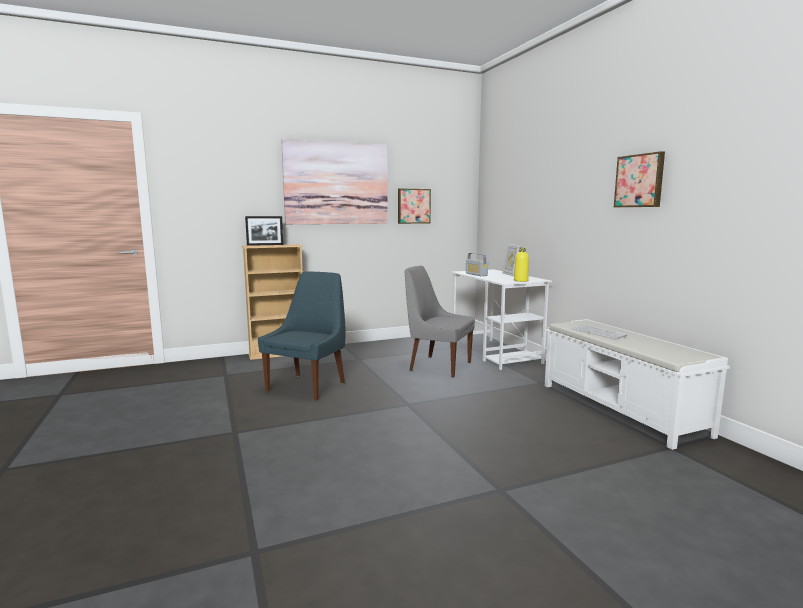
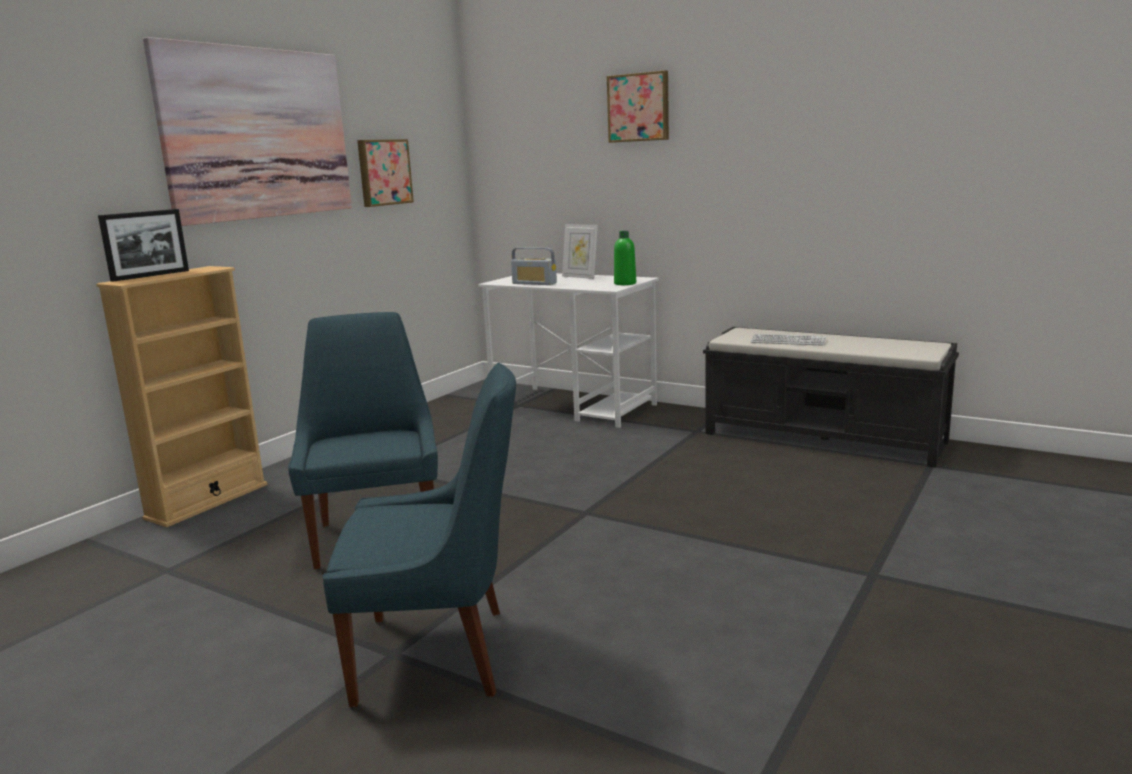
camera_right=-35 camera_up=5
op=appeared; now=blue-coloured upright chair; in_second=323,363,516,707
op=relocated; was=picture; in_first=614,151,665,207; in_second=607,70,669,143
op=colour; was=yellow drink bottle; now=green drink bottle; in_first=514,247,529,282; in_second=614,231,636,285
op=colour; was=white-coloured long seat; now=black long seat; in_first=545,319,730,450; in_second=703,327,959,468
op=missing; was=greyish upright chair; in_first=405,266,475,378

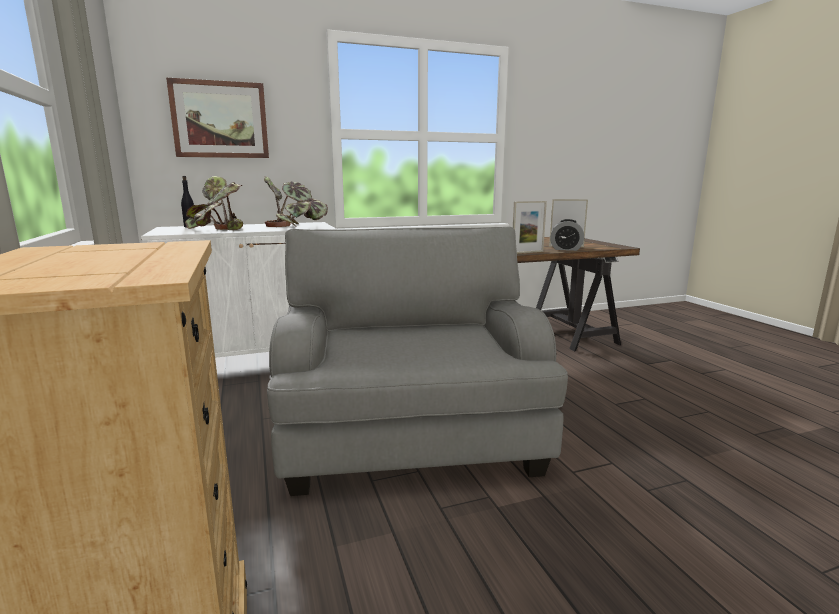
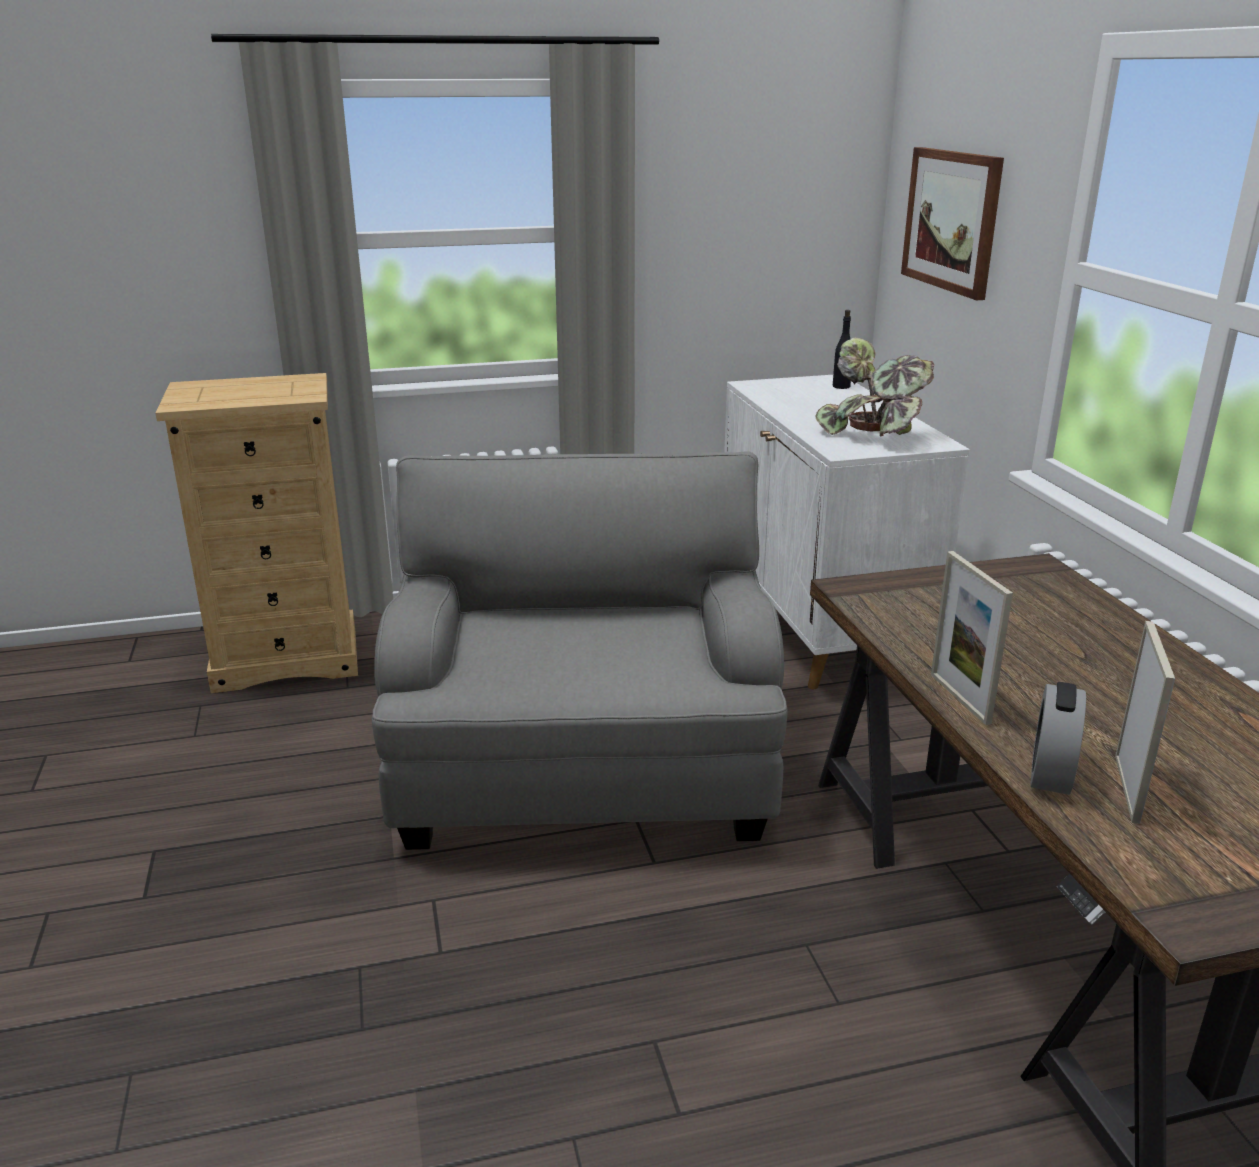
camera_right=95 camera_up=10
op=spun; was=greyish lounge chair; in_first=267,227,568,496; in_second=372,451,788,850; clockwise=-90
op=missing; was=houseplant; in_first=185,176,243,230

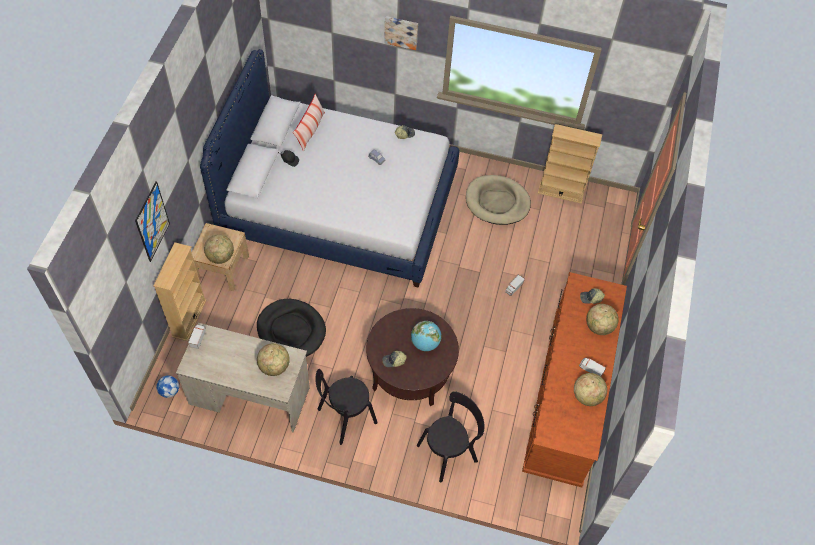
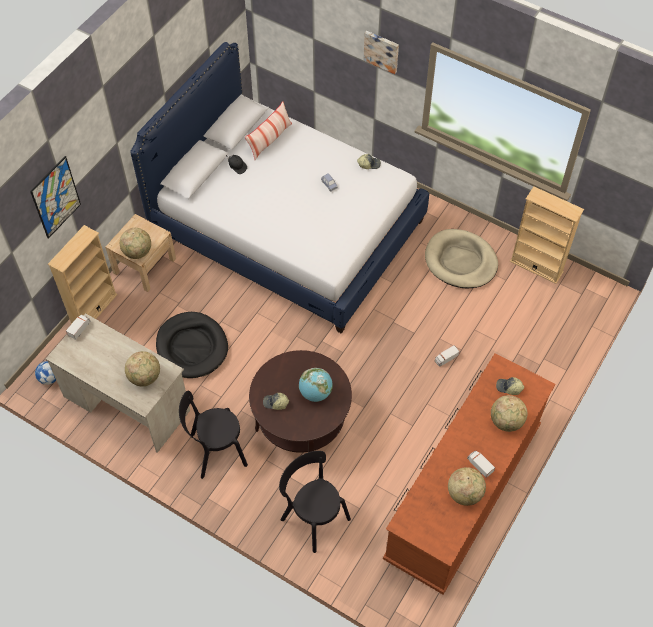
camera_right=20 camera_up=0
op=spun; was=black upright chair; in_first=417,391,485,483; in_second=279,451,351,553; clockwise=-120

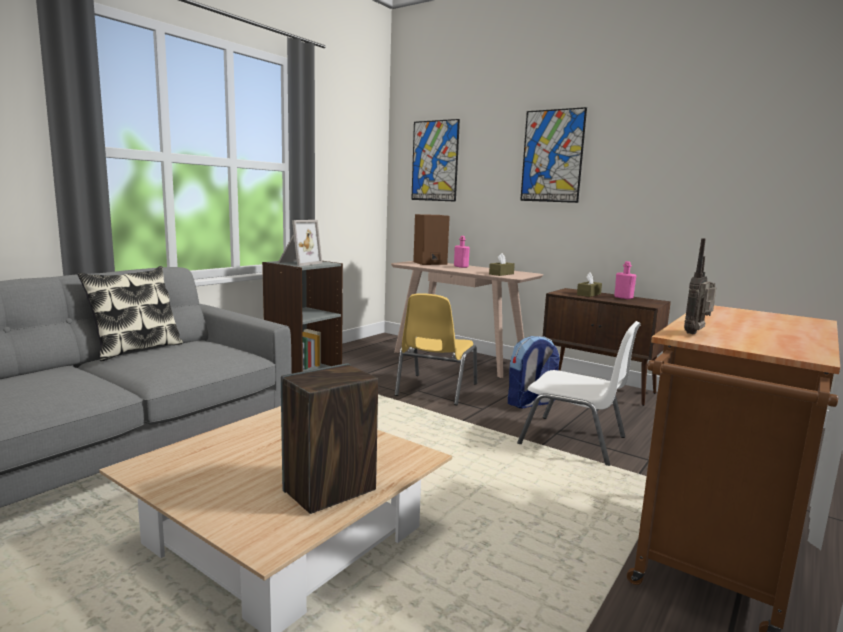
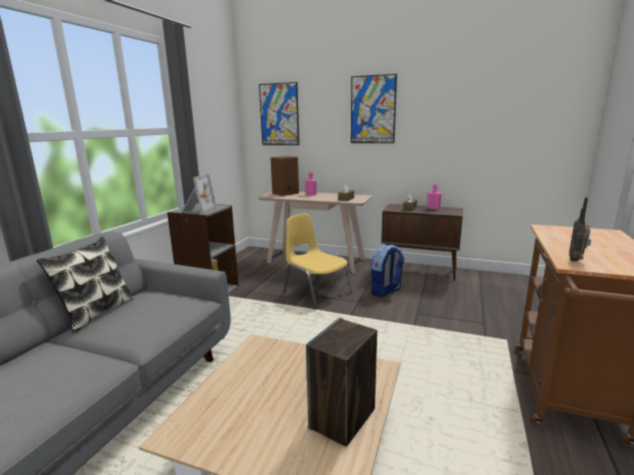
camera_right=-15 camera_up=5
op=spun; was=yellow upright chair; in_first=395,293,477,405; in_second=283,214,353,309; clockwise=135
op=missing; was=white-coloured upright chair; in_first=517,321,641,466

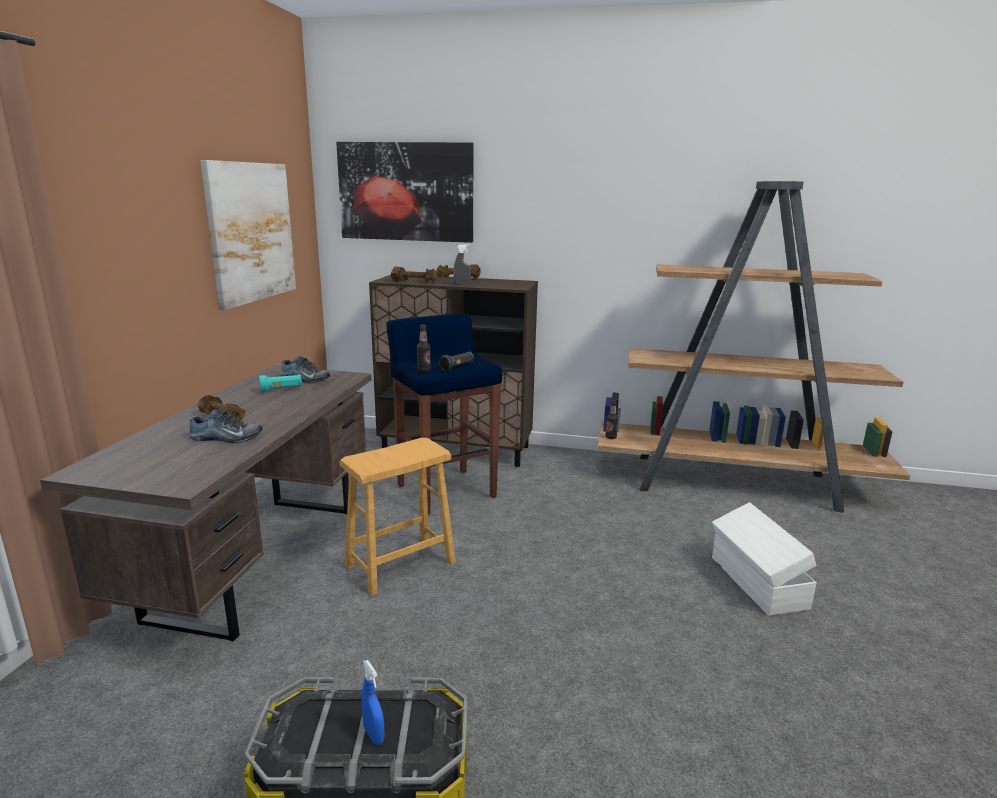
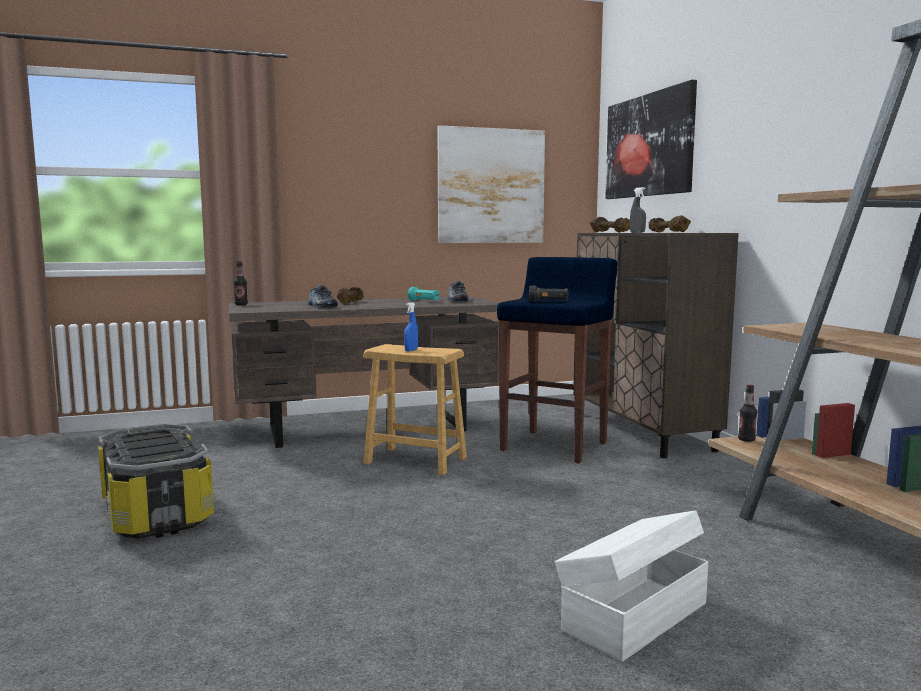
camera_right=60 camera_up=-10
op=relocated; was=drink bottle; in_first=417,325,431,372; in_second=234,261,248,306
op=relocated; was=blue-coloured sprayer; in_first=361,660,385,745; in_second=404,302,418,351

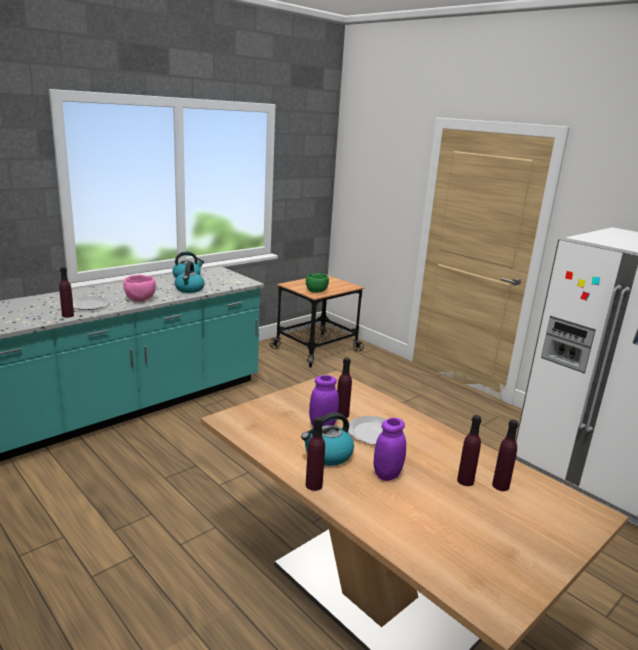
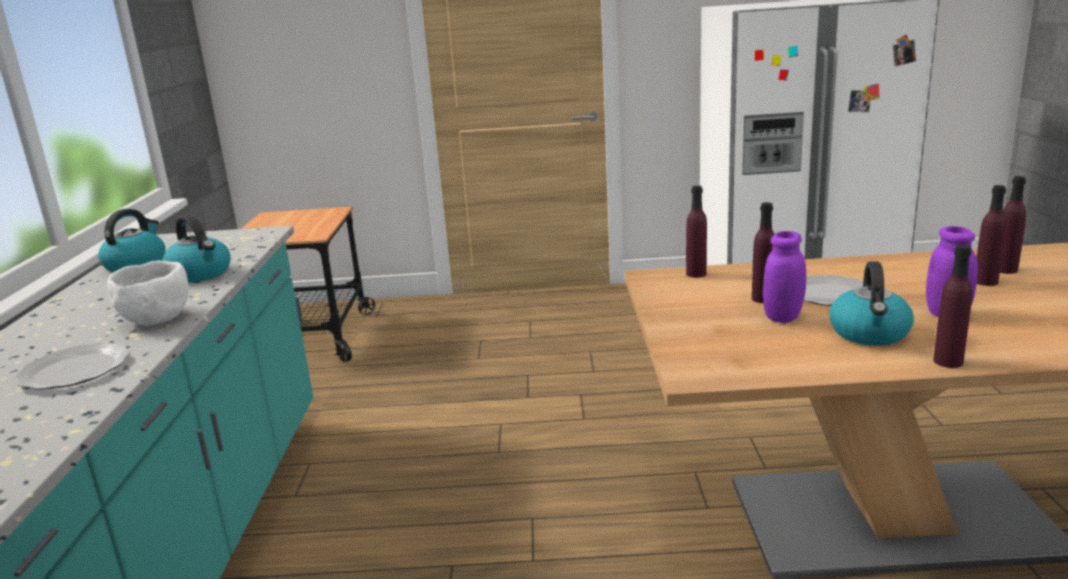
camera_right=-45 camera_up=0
op=colour; was=pink-coloured serving bowl; now=white-coloured serving bowl; in_first=123,275,156,302; in_second=107,260,189,326
op=relocated; was=purple-coloured drink bottle; in_first=59,267,74,318; in_second=686,185,707,278
op=missing; was=green serving bowl; in_first=306,273,329,293

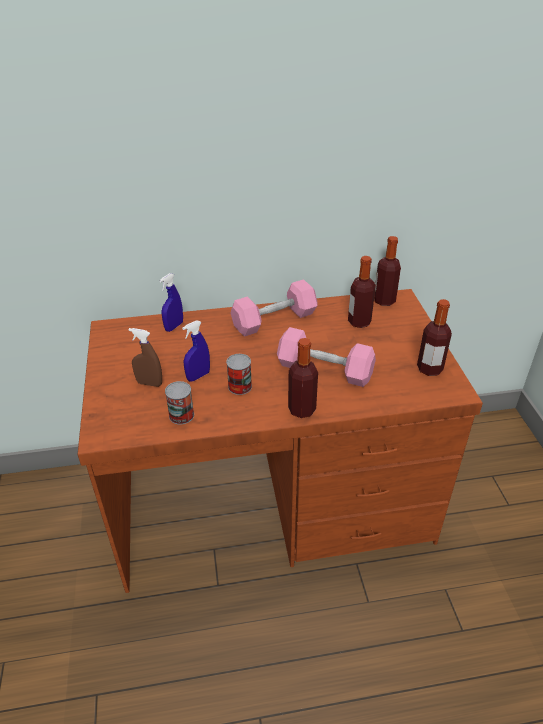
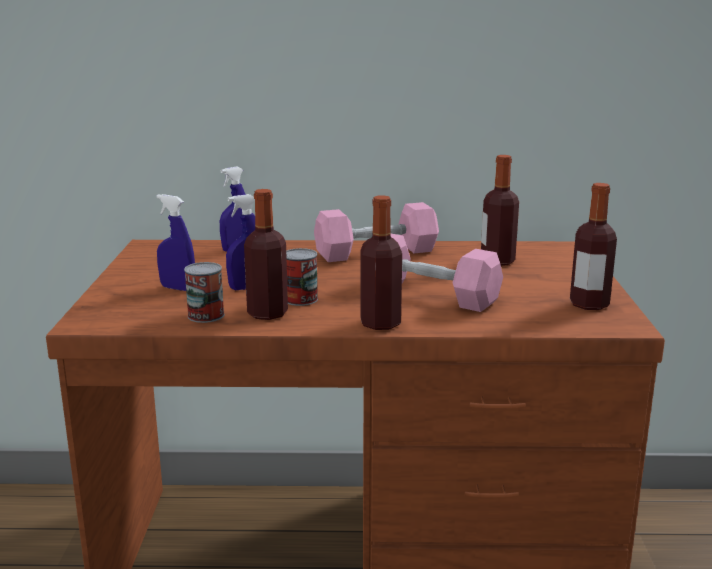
camera_right=10 camera_up=-20
op=colour; was=brownish sprayer; now=blue-coloured sprayer; in_first=129,328,162,387; in_second=156,194,195,291
op=relocated; was=drink bottle; in_first=374,236,401,306; in_second=244,189,288,320

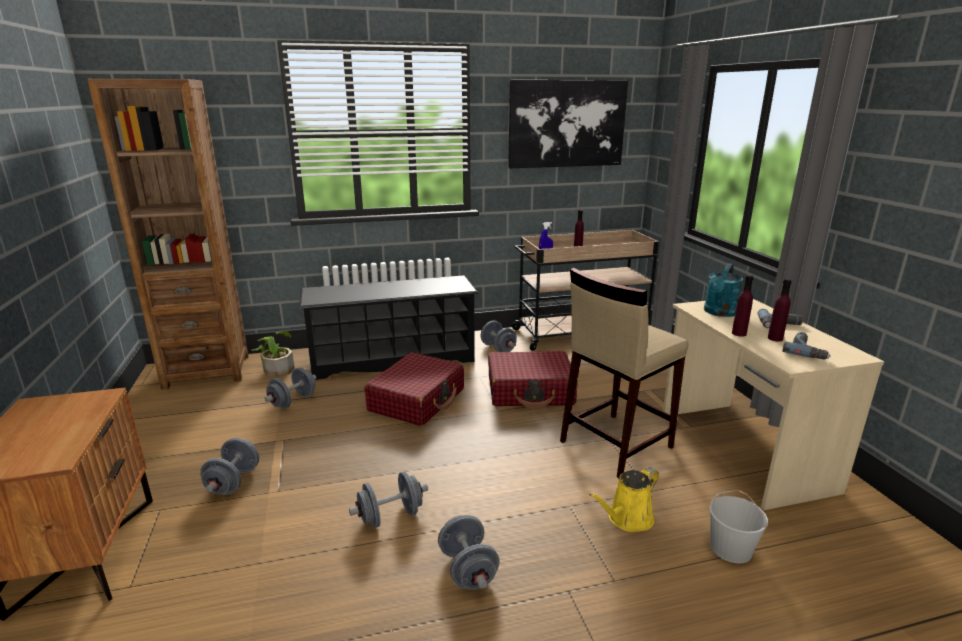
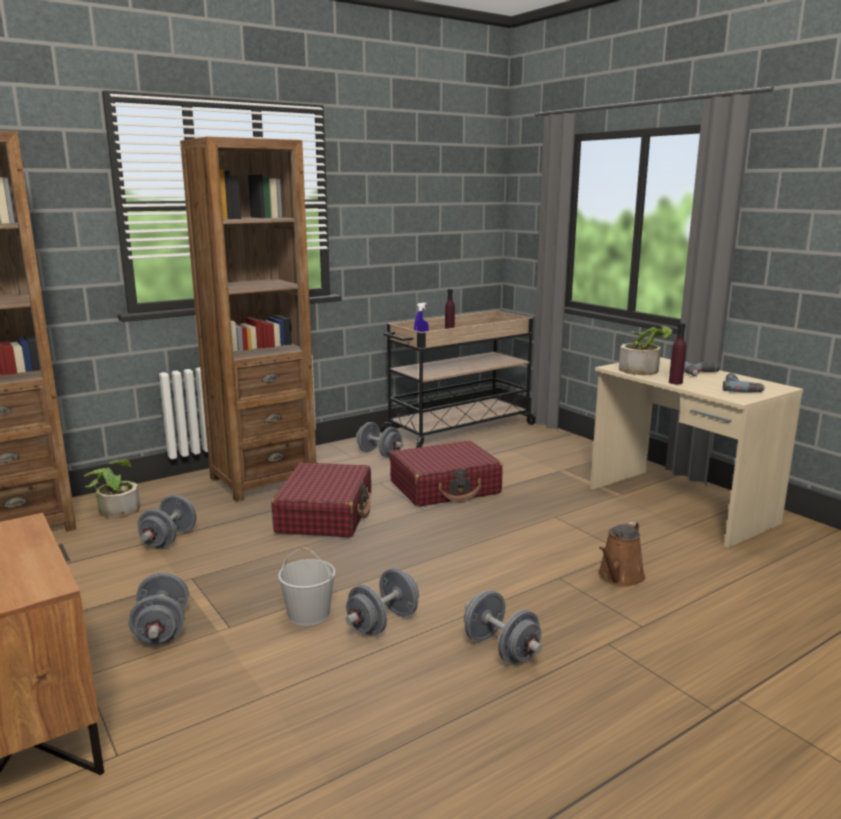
camera_right=-20 camera_up=-5
op=exchanged; was=black shoe rack; now=brownish shelving unit; in_first=299,275,479,380; in_second=180,136,316,502
op=relocated; was=white-coloured bucket; in_first=710,490,768,564; in_second=278,547,335,626
op=colour; was=yellow watering can; now=brownish watering can; in_first=589,467,659,532; in_second=598,521,645,587
op=exchanged; was=turquoise-coloured watering can; now=houseplant; in_first=704,263,743,317; in_second=619,326,672,375
op=missing; was=picture; in_first=508,80,628,168
op=missing; was=beige-coloured sitting stool; in_first=560,268,688,478
op=missing; was=purple-coloured drink bottle; in_first=768,278,792,342

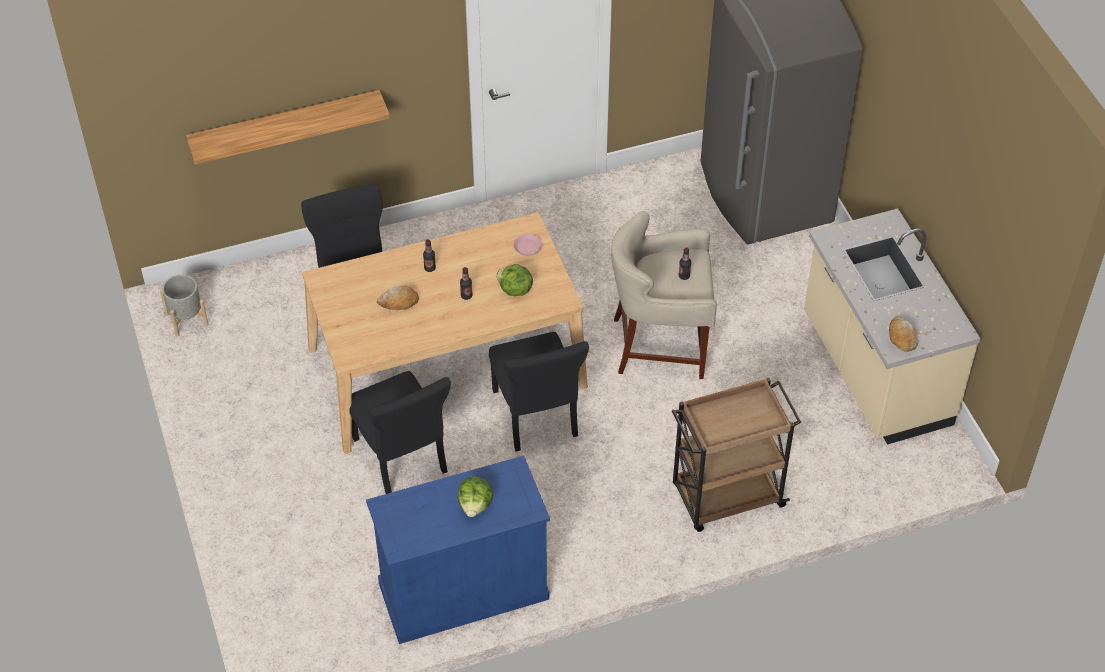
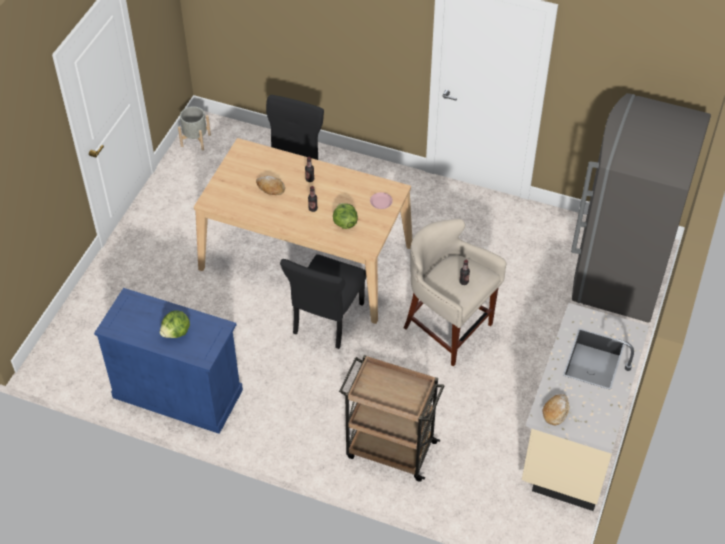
camera_right=40 camera_up=0
op=missing; was=bracket shelf; in_first=186,90,390,165
op=missing; was=black upright chair; in_first=349,371,451,494

